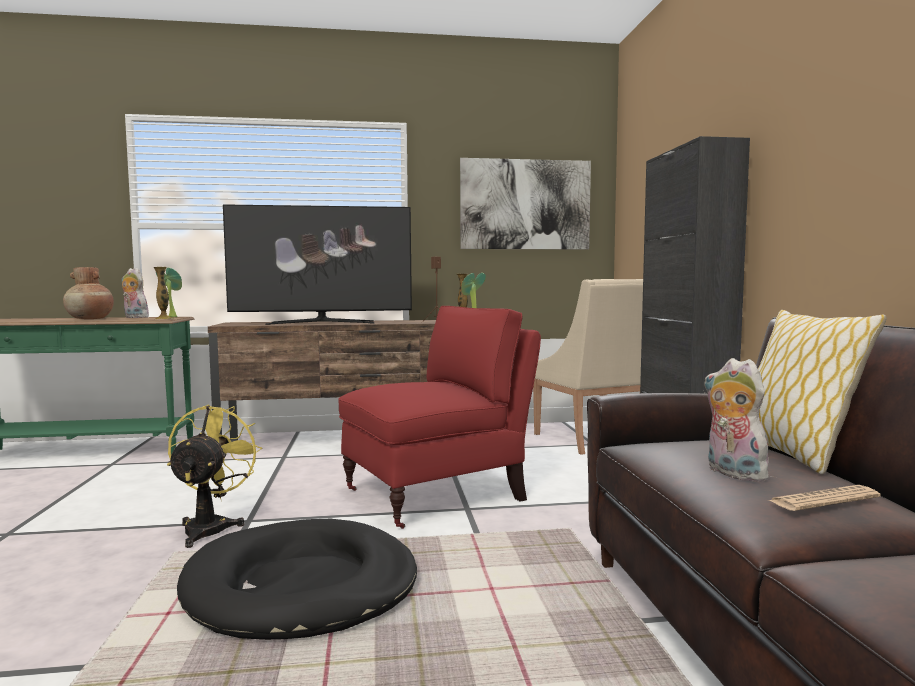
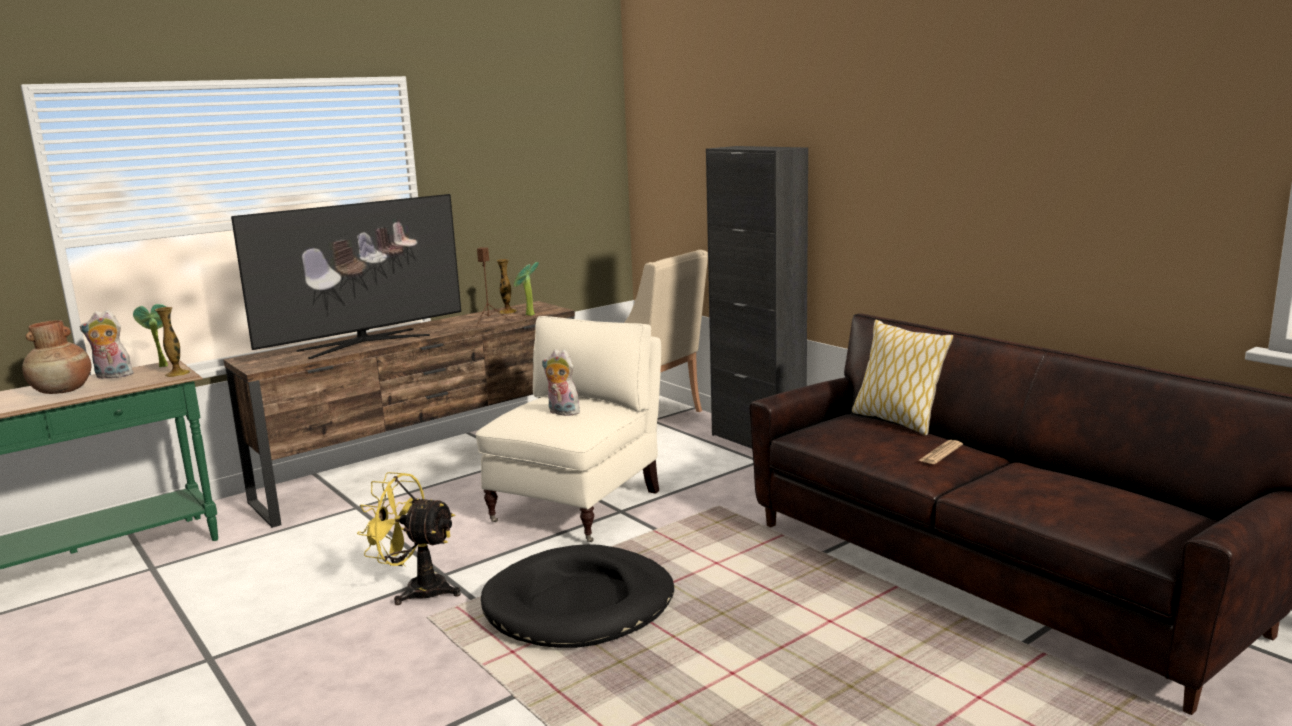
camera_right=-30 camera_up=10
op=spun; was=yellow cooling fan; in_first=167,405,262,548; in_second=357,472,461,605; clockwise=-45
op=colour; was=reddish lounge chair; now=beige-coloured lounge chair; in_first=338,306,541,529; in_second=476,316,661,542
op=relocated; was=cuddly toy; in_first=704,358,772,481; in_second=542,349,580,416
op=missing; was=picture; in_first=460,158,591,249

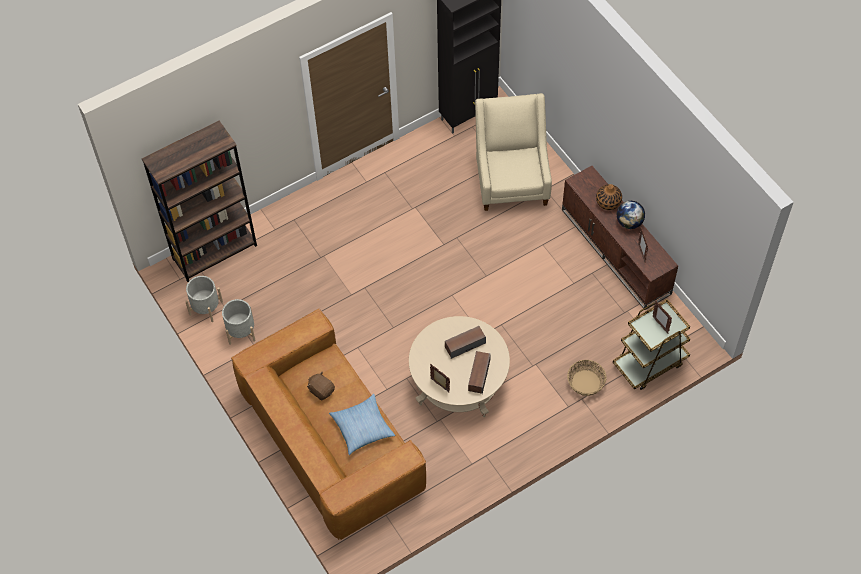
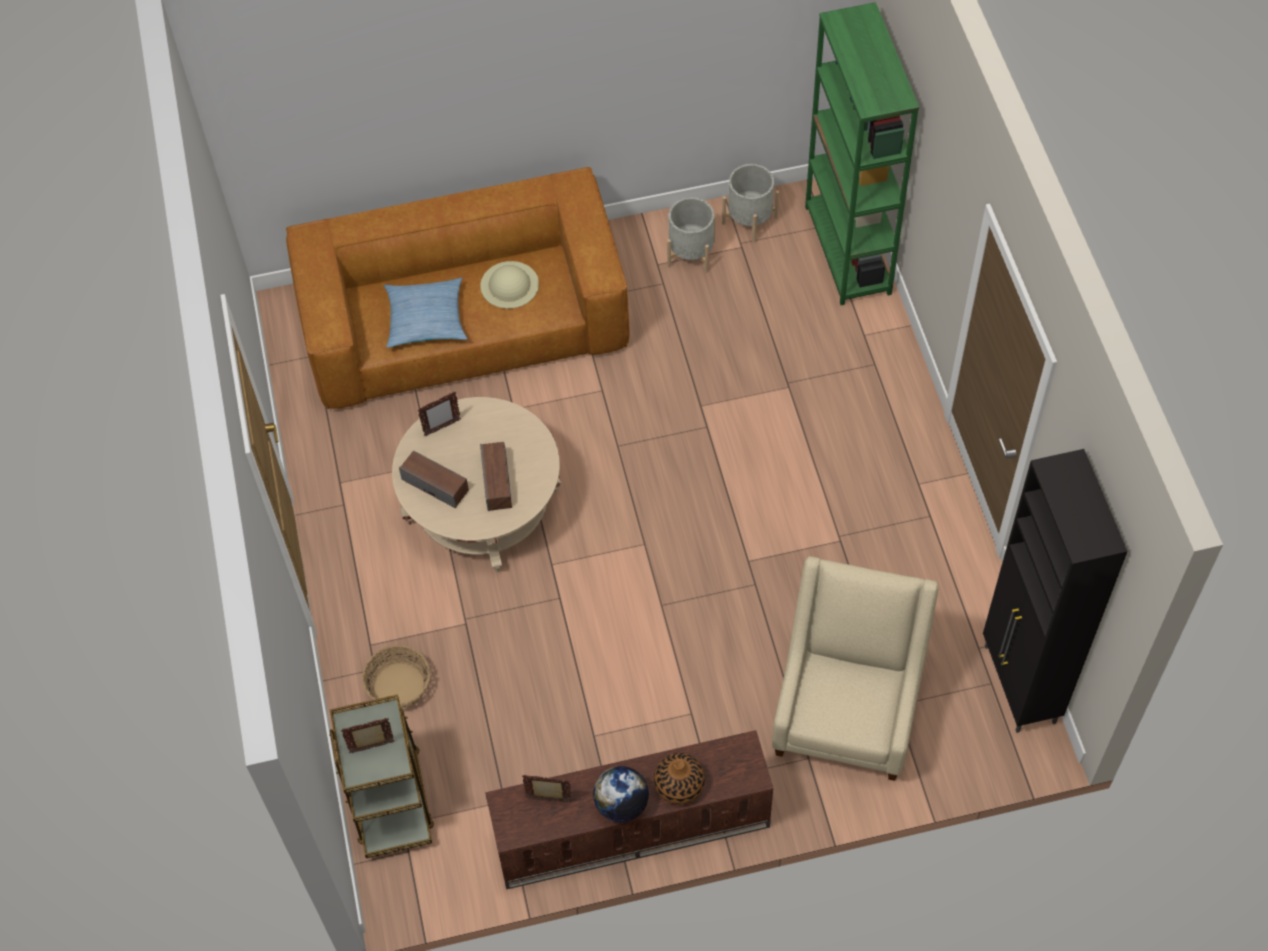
camera_right=110 camera_up=0
op=exchanged; was=brownish cuddly toy; now=beige-coloured hat; in_first=307,371,335,400; in_second=481,261,539,309
op=spun; was=beige-coloured lounge chair; in_first=475,93,552,211; in_second=772,556,939,781; clockwise=-90
op=colour; was=brownish shelving unit; now=green shelving unit; in_first=142,120,257,282; in_second=805,2,919,305

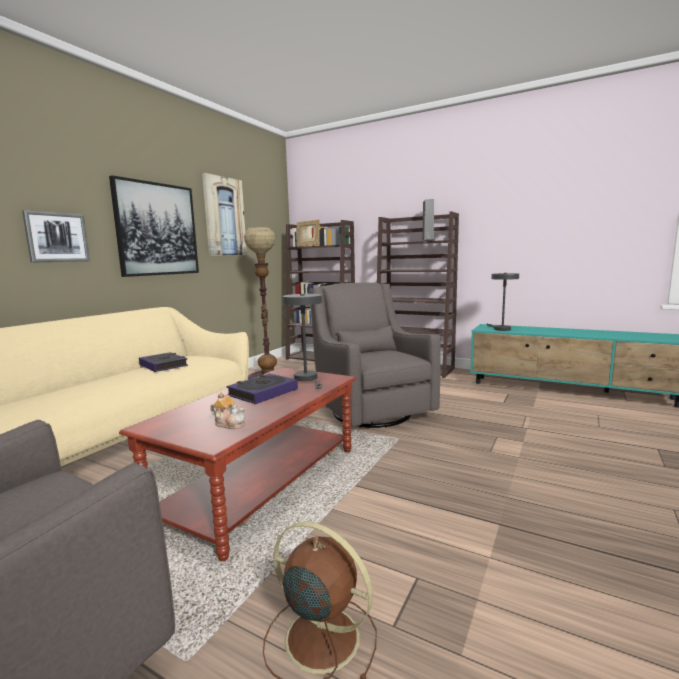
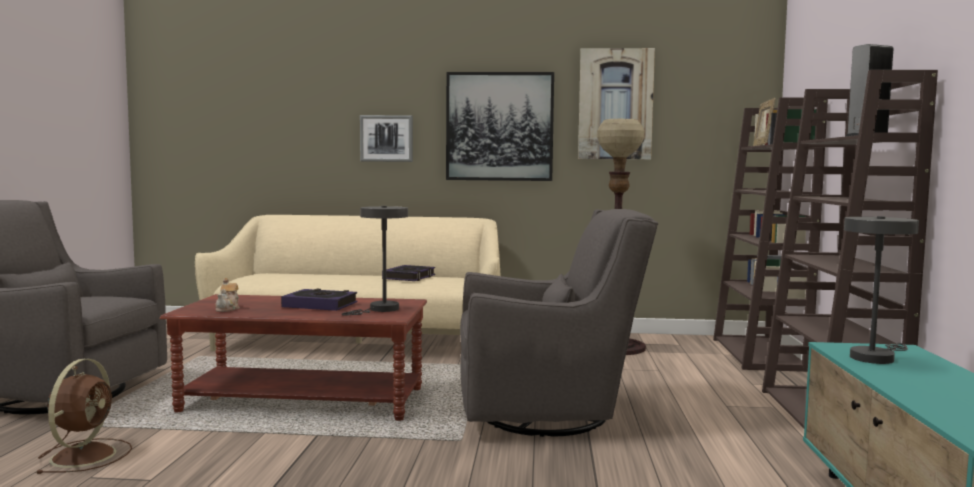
camera_right=65 camera_up=-5
op=spun; was=greyish lounge chair; in_first=309,283,441,428; in_second=460,209,658,437; clockwise=45

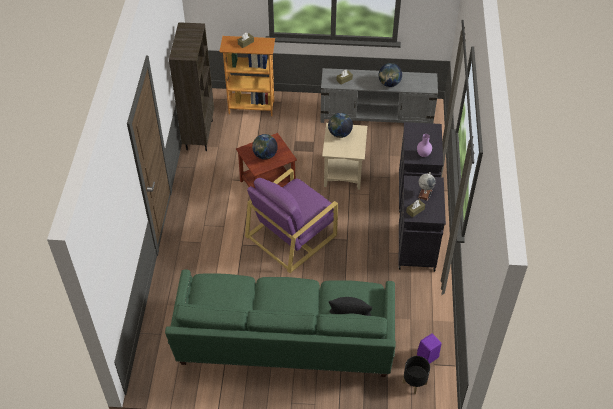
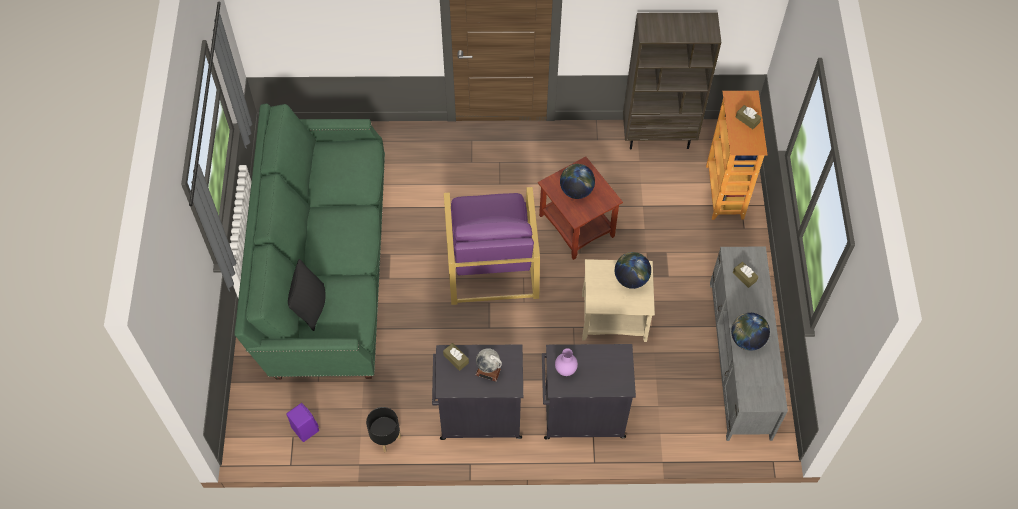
camera_right=85 camera_up=10
op=relocated; was=black planter; in_first=402,356,430,394; in_second=366,407,401,452
op=spun; was=purple-coloured lounge chair; in_first=245,168,338,273; in_second=444,187,540,305; clockwise=-135

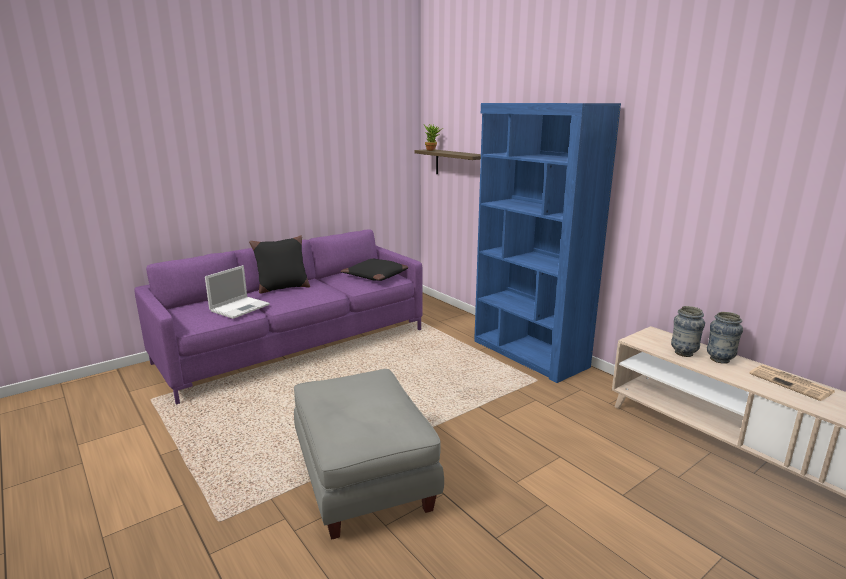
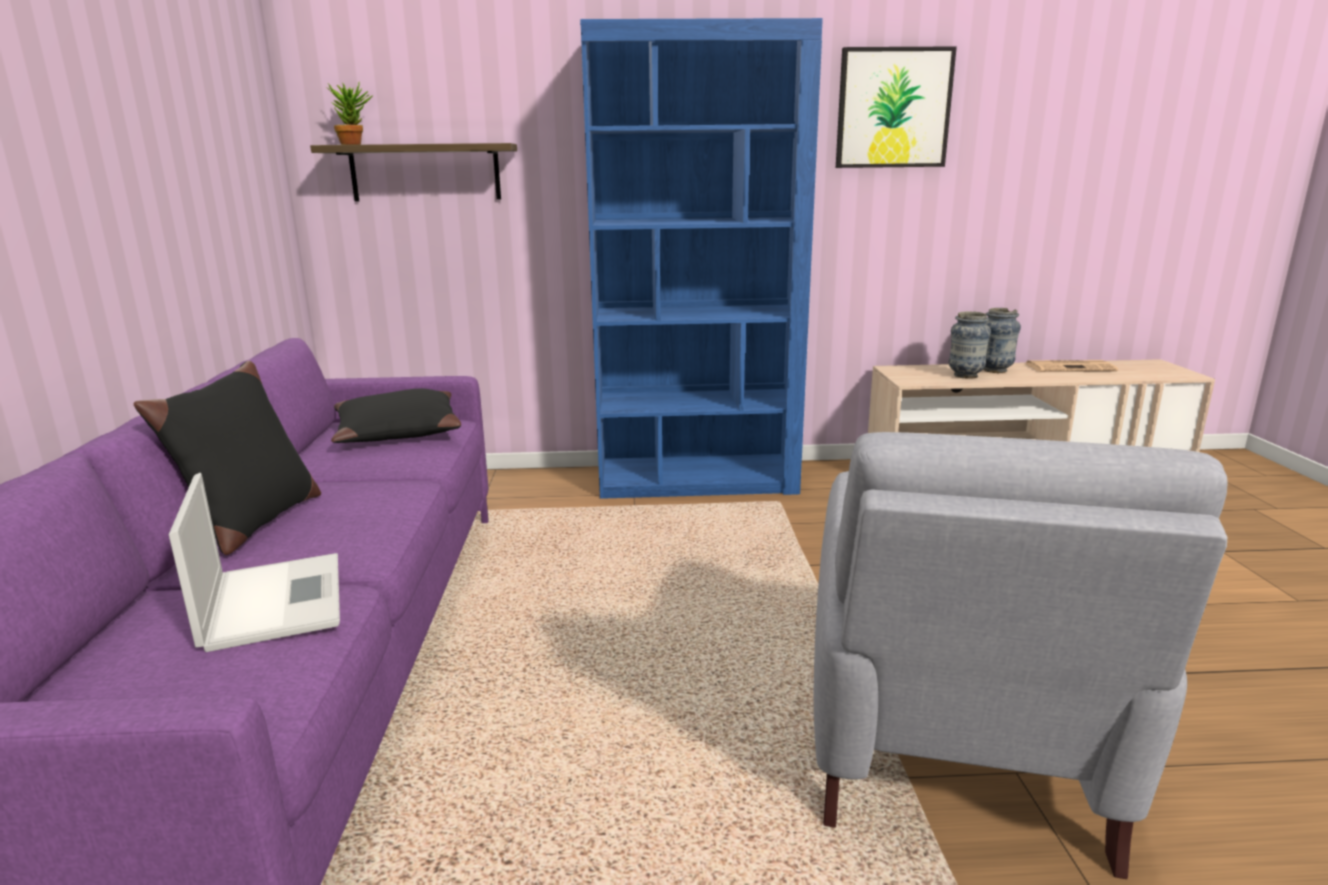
camera_right=-55 camera_up=0
op=exchanged; was=greyish footrest; now=greyish lounge chair; in_first=294,369,444,540; in_second=814,432,1228,879
op=appeared; now=picture; in_second=836,46,957,168

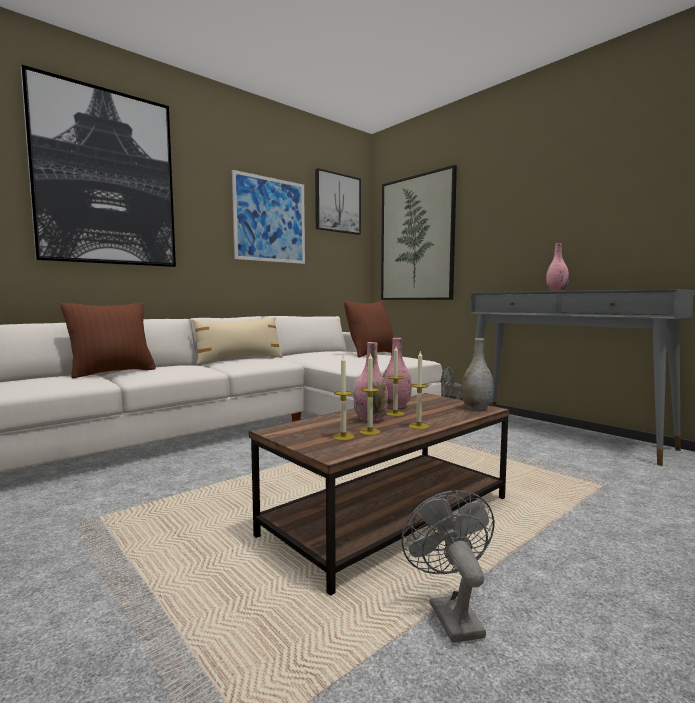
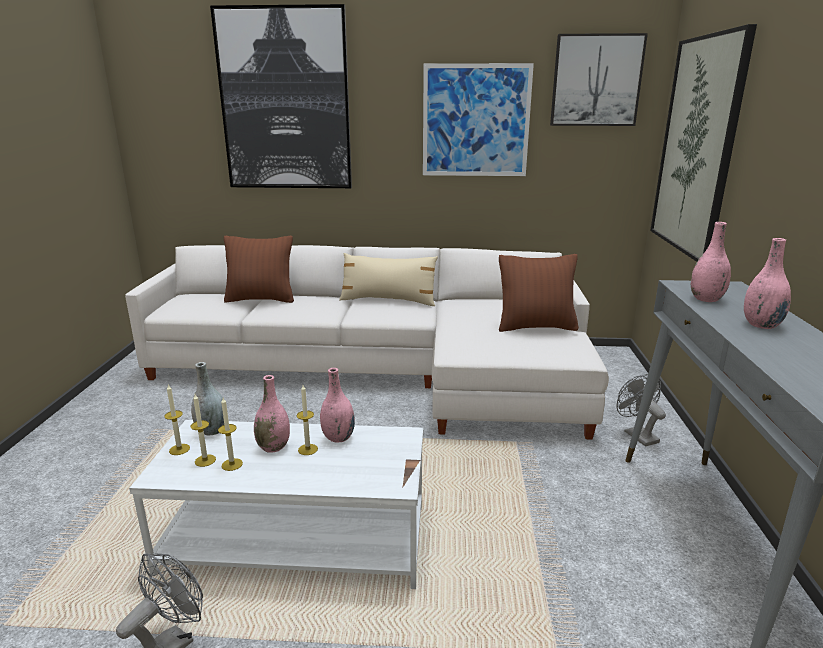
camera_right=45 camera_up=15
op=colour; was=brownish coffee table; now=white-coloured coffee table; in_first=249,393,510,596; in_second=129,420,423,589
op=relocated; was=wax light; in_first=409,352,429,429; in_second=164,384,190,455
op=relocated; was=greyish flower vase; in_first=461,338,494,410; in_second=191,362,224,435
op=appeared; now=pink-coloured flower vase; in_second=691,222,731,302

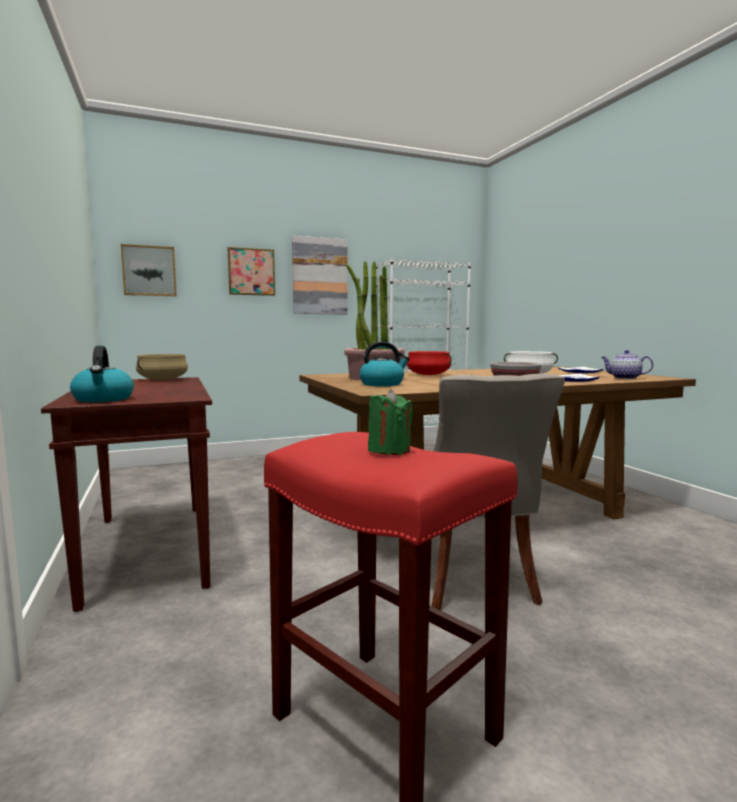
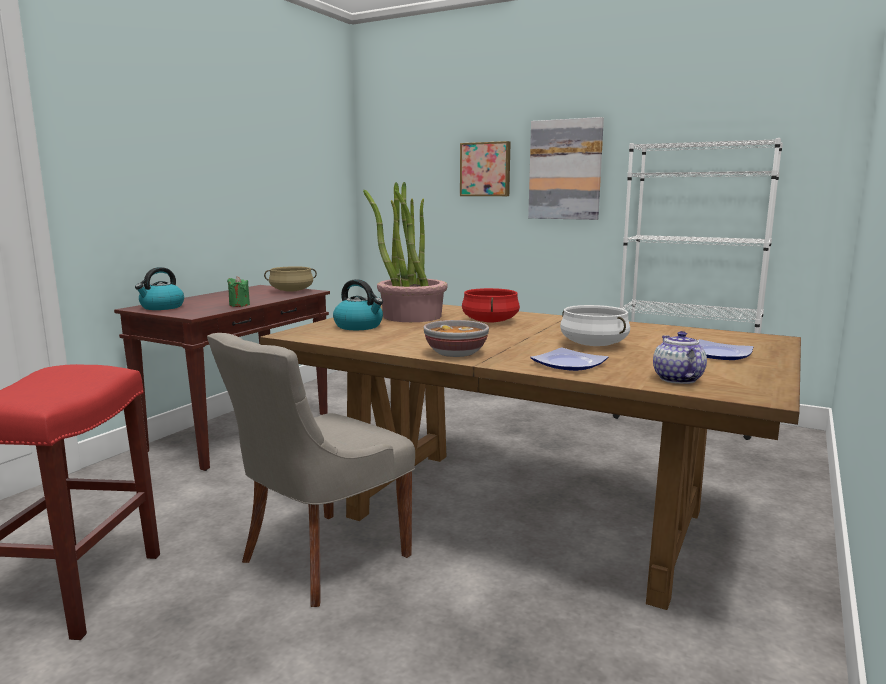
camera_right=50 camera_up=5
op=relocated; was=green wax light; in_first=368,389,413,455; in_second=227,276,250,307
op=missing; was=picture; in_first=121,244,177,296

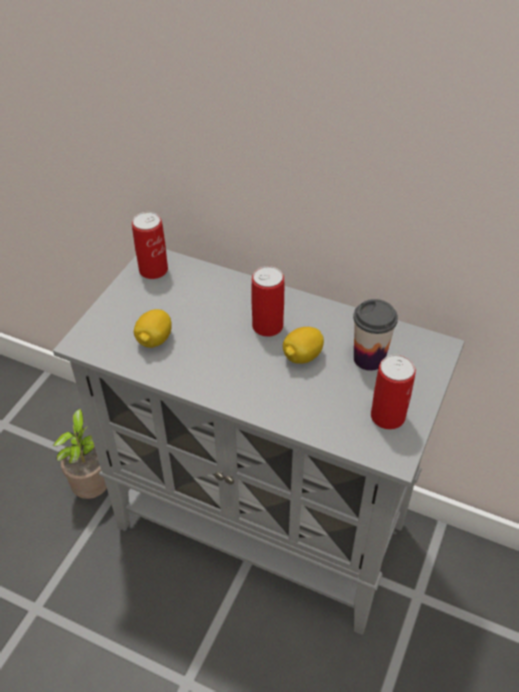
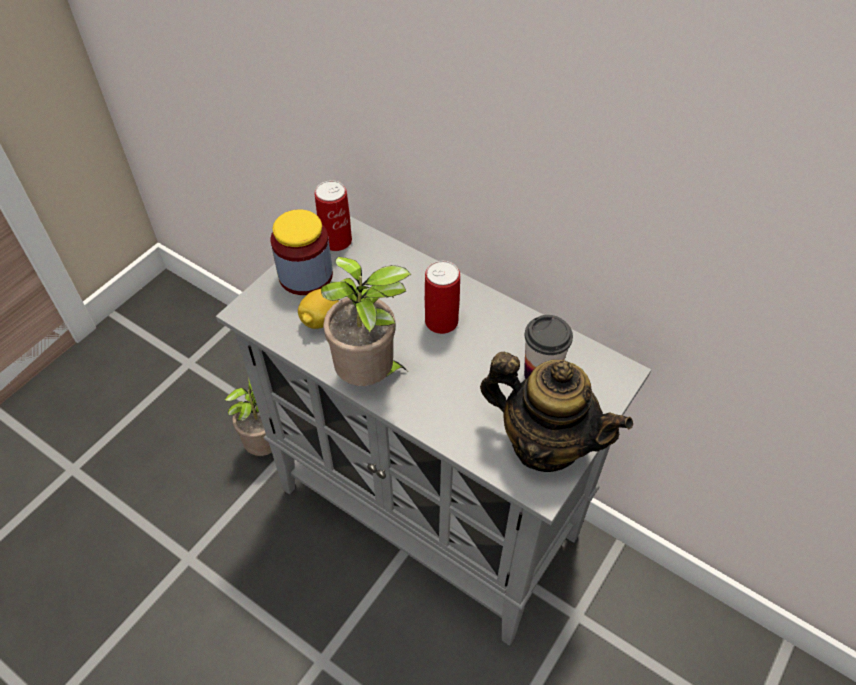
camera_right=10 camera_up=5
op=appeared; now=jar; in_second=271,209,333,295
op=appeared; now=houseplant; in_second=321,257,411,386
op=exchanged; was=can; now=pot for tea; in_first=371,355,416,430; in_second=480,352,633,472
op=missing; was=lemon; in_first=283,327,324,364

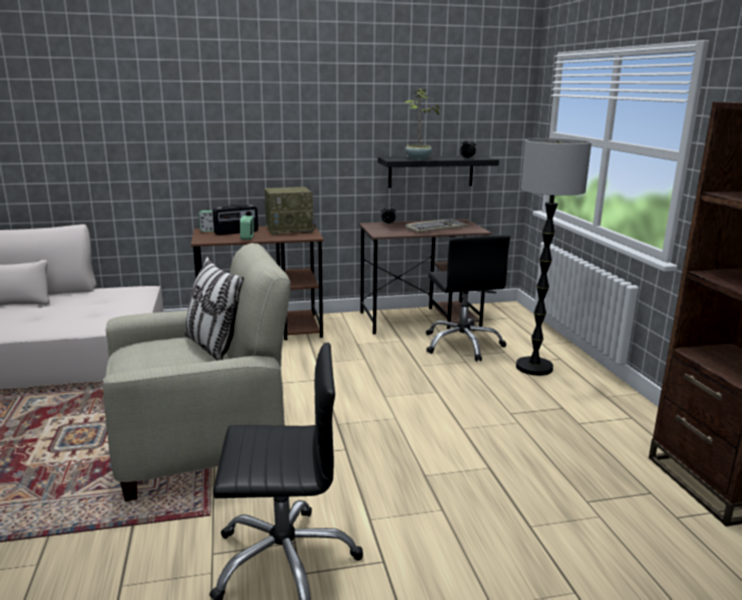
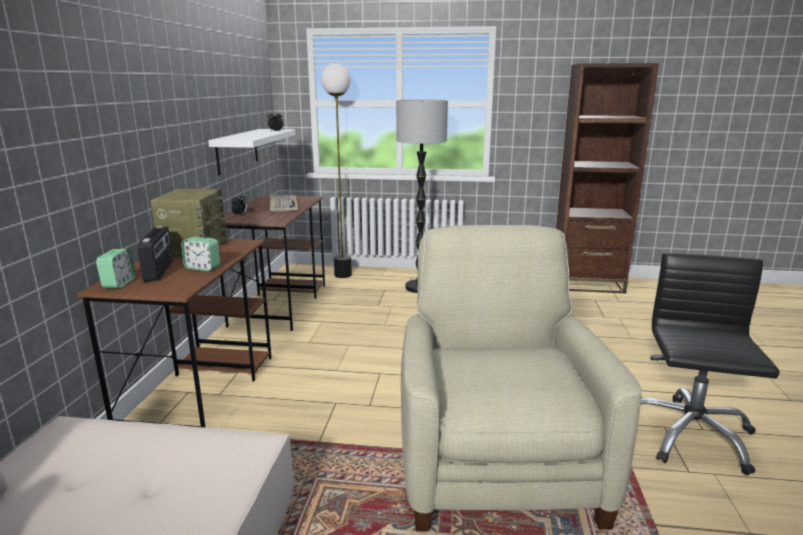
camera_right=-70 camera_up=0
op=colour; was=black bracket shelf; now=white-coloured bracket shelf; in_first=378,155,499,188; in_second=208,129,296,175
op=appeared; now=floor lamp; in_second=321,63,352,278
op=missing; was=throw pillow; in_first=185,256,244,361
op=missing; was=houseplant; in_first=405,89,442,160
op=missing; was=black computer chair; in_first=426,235,510,362

